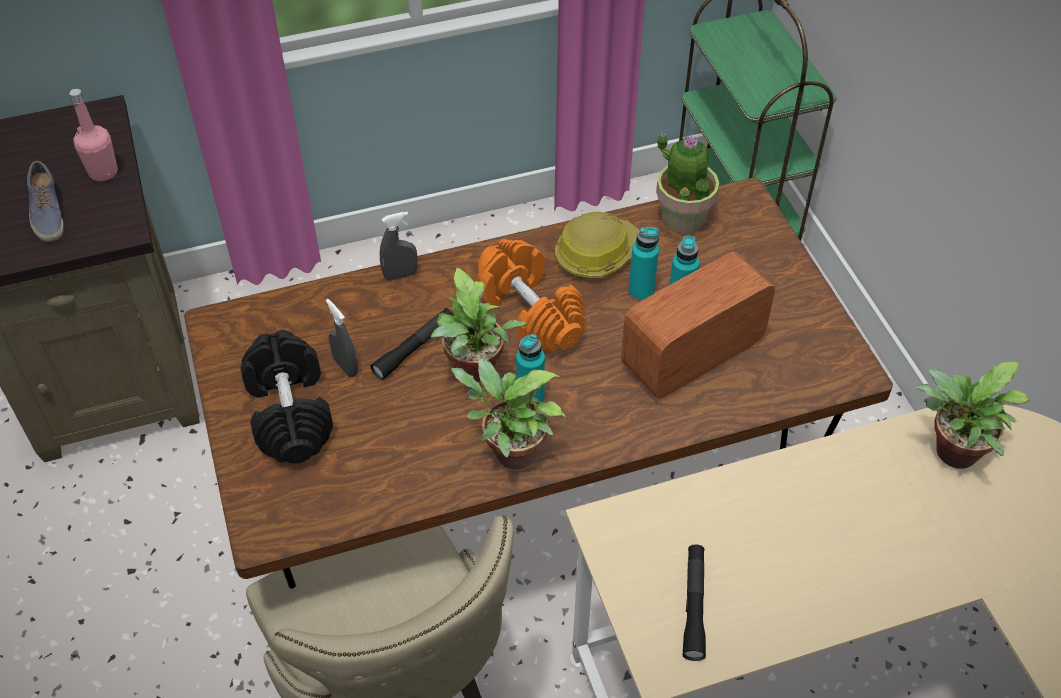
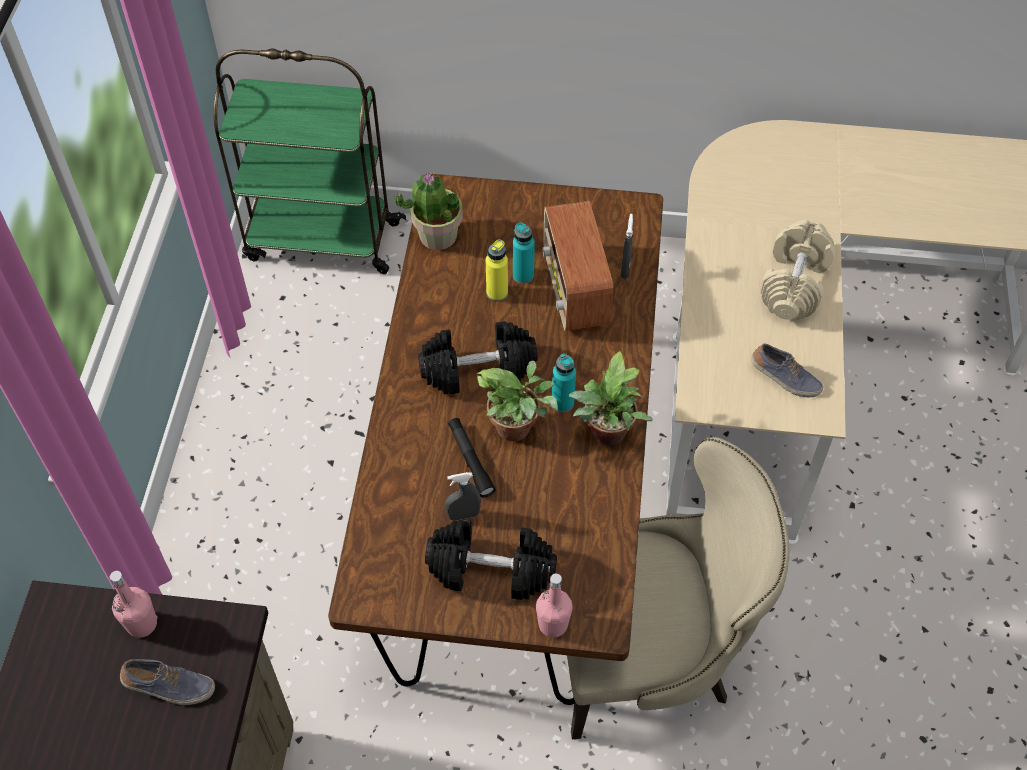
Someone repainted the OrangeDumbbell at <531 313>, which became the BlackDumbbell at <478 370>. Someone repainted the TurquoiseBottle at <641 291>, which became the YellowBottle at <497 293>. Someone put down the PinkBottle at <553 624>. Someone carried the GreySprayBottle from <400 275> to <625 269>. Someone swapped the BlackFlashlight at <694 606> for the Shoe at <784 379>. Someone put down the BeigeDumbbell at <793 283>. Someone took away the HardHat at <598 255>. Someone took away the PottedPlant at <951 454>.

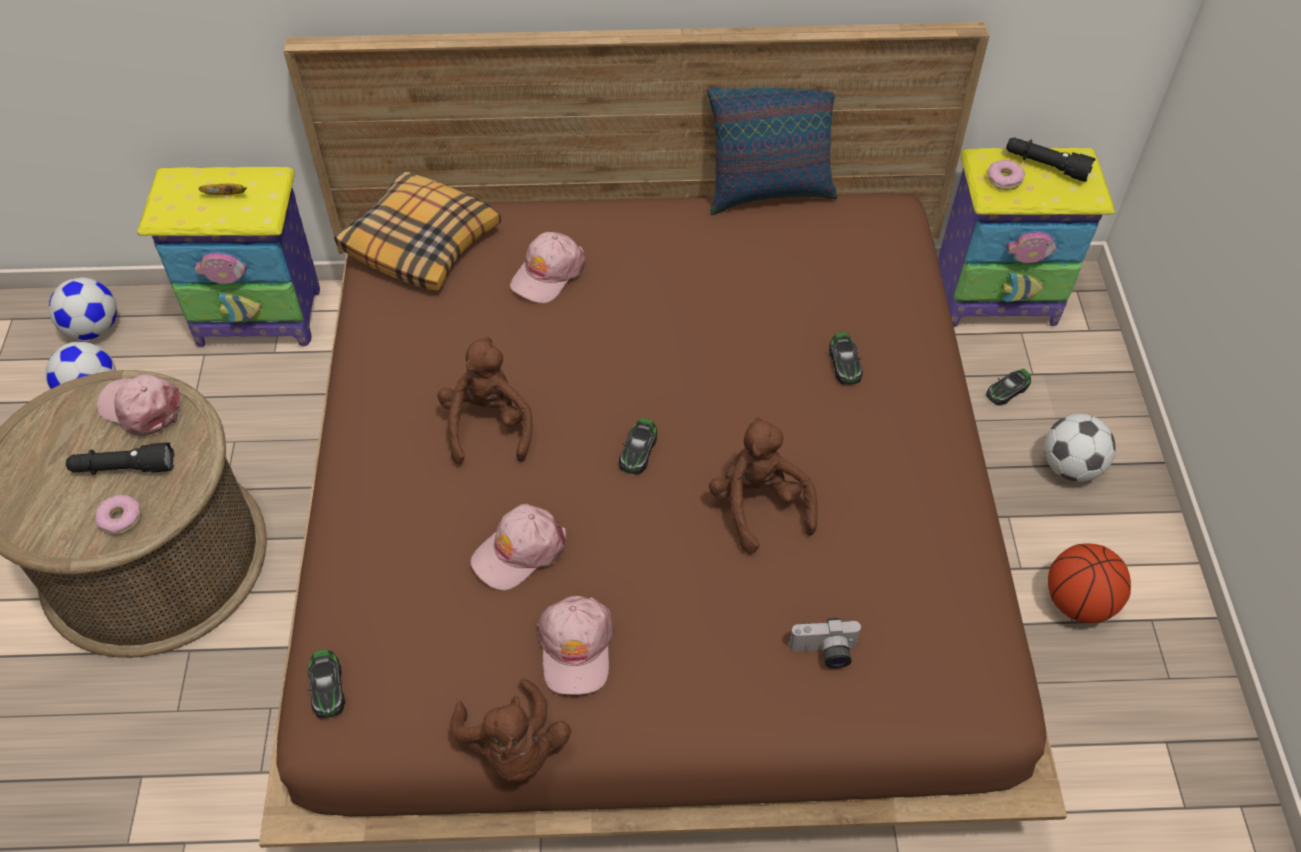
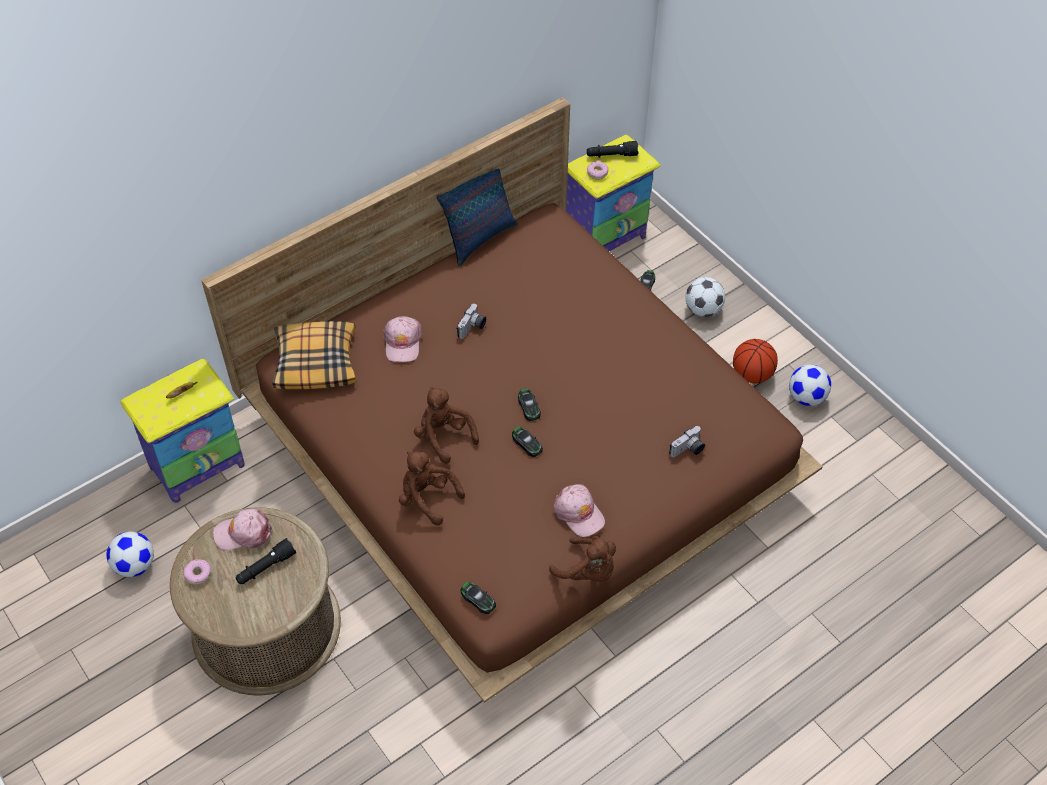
Someone carried the Donut from <120 518> to <198 574>. Someone carried the BrownPlushToy from <759 506> to <427 498>. Someone put down the PhotoCamera at <472 328>. Someone carried the ToyCar from <844 363> to <527 443>. Someone carried the Football from <94 329> to <806 397>. Someone took away the PinkCap at <519 551>.

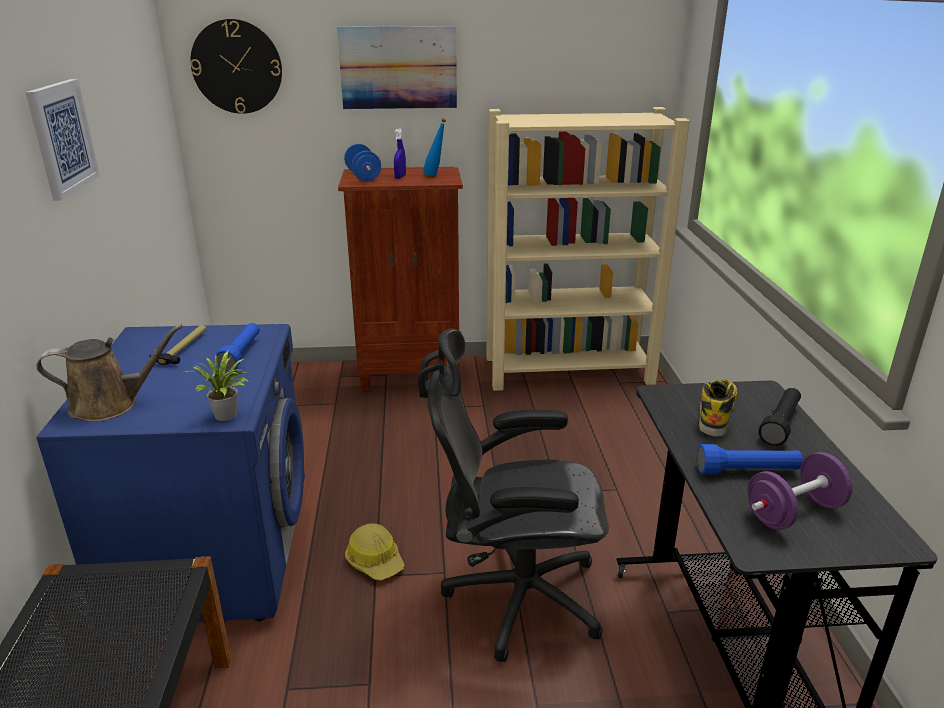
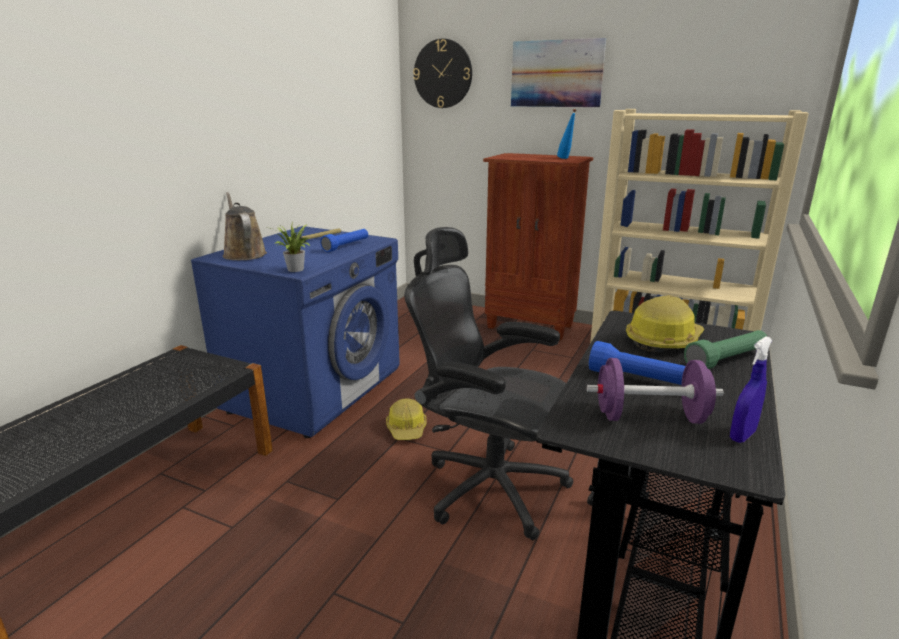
Someone rotated the BrownWateringCan at <111 405> by 135 degrees counterclockwise. Someone swapped the Boot at <715 415> for the HardHat at <663 340>. Someone repainted the BlackFlashlight at <780 424>, which became the GreenFlashlight at <726 360>. Someone carried the BlueSprayBottle from <400 177> to <742 436>. Someone took away the Picture at <62 138>. Someone took away the BlueDumbbell at <363 176>.

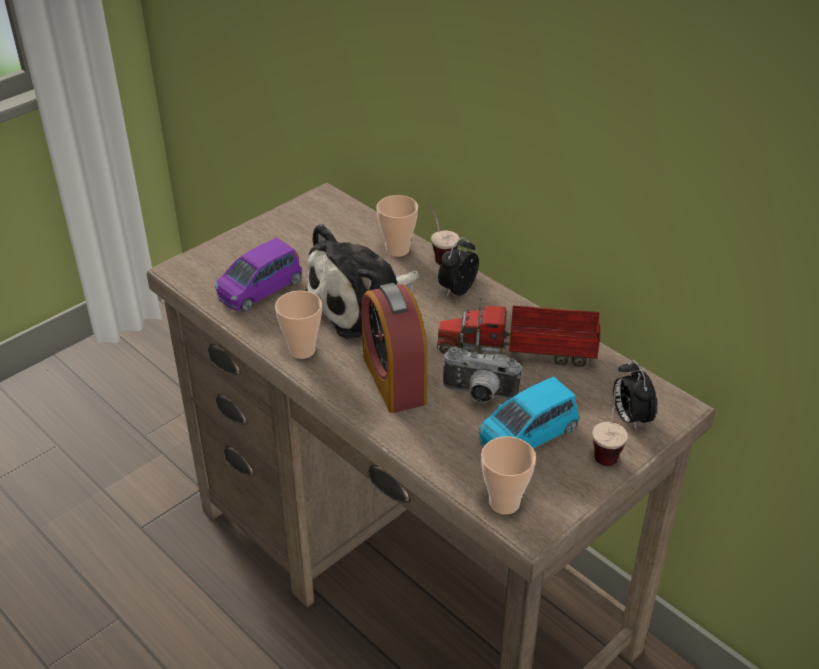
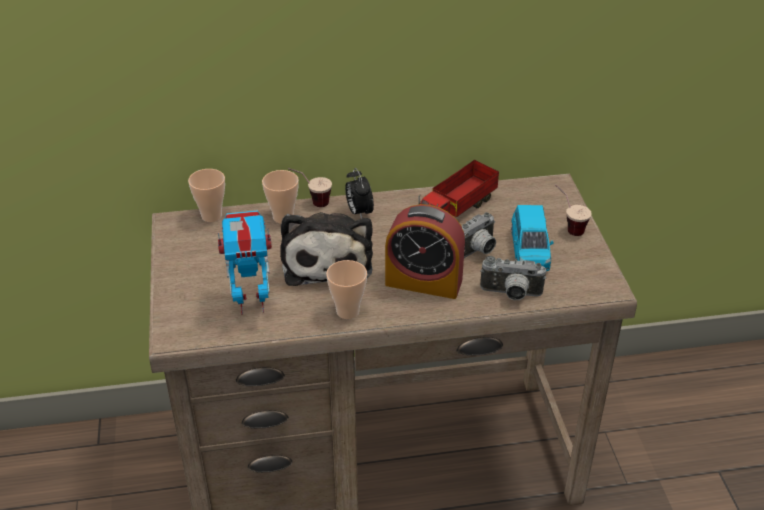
Someone carried the Cup from <504 503> to <211 216>. Someone swapped the PurpleToyCar at <260 290> for the ToyRobot at <251 303>. Someone put down the PhotoCamera at <511 294>. Someone took away the AlarmClock at <630 418>.

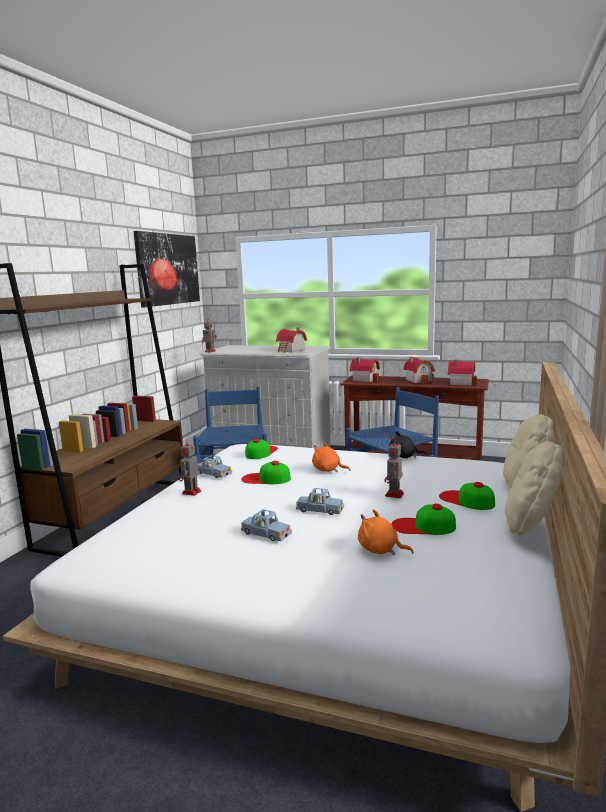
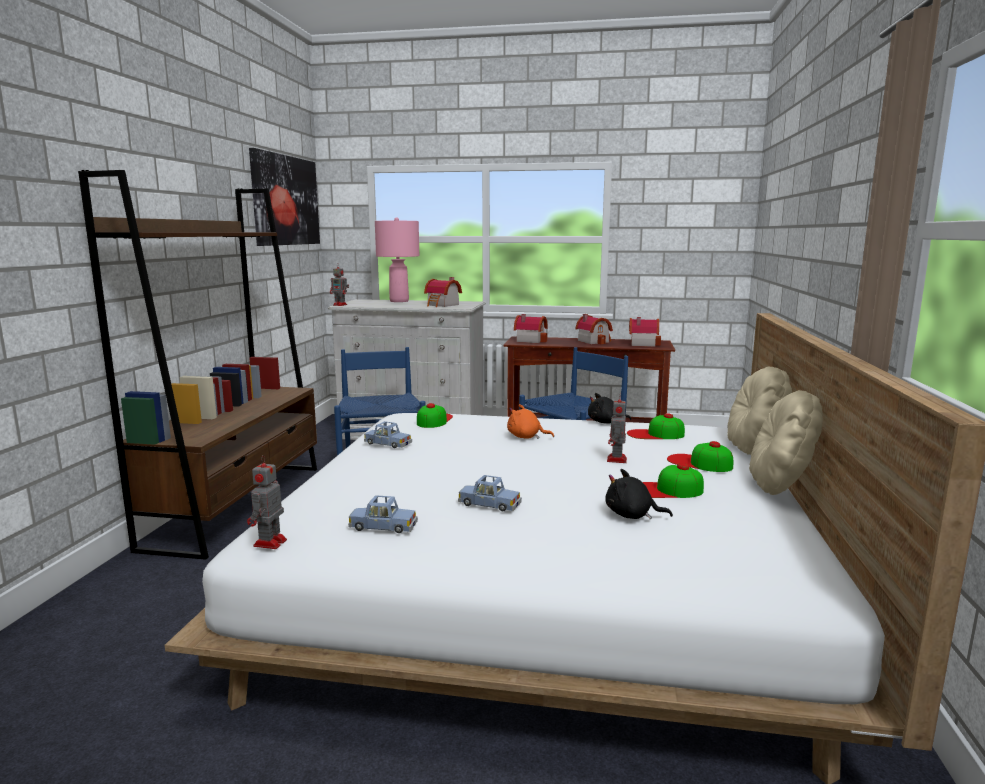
Someone carried the ToyRobot from <191 492> to <269 543>. Someone carried the BlueToyCar from <319 510> to <383 527>. Someone put down the PinkTableLamp at <399 301>. Someone repainted the OrangePlushToy at <380 550>, which became the BlackPlushToy at <632 515>. Someone carried the Cap from <266 479> to <655 434>.

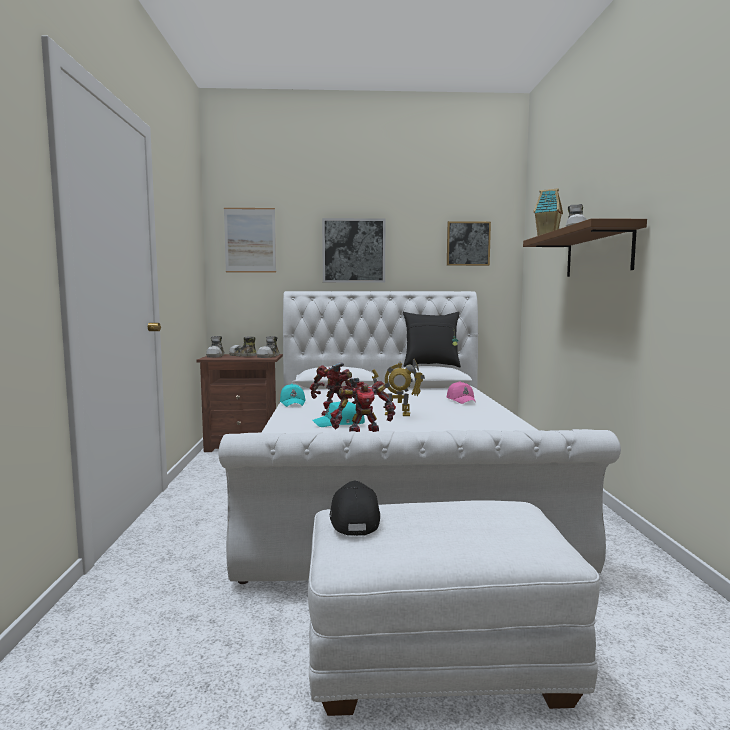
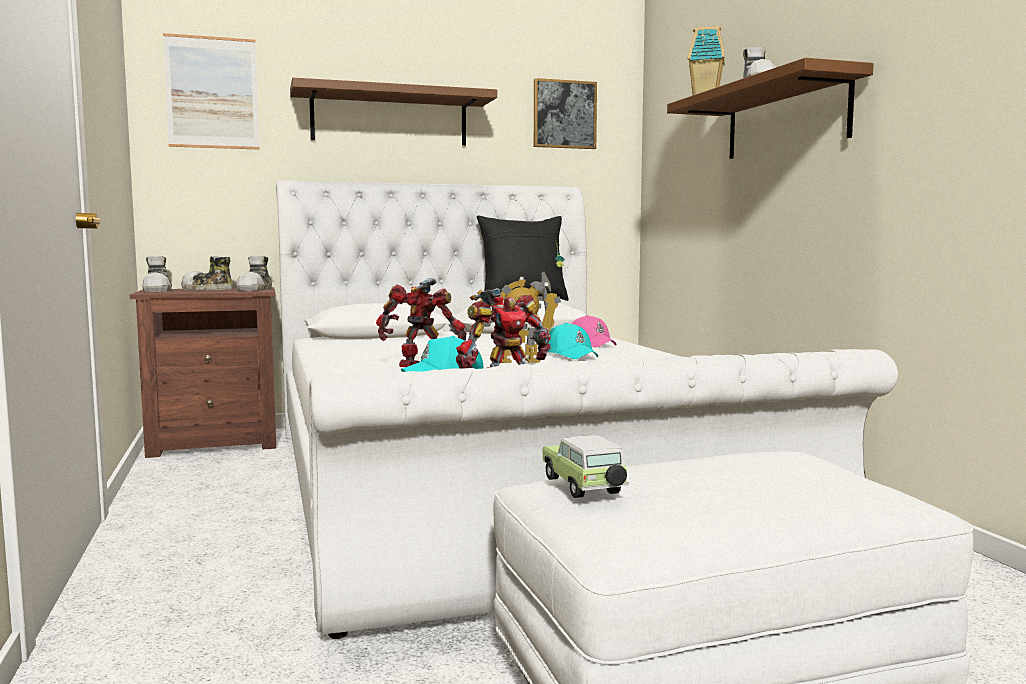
Someone swapped the Picture at <353 251> for the BrownShelf at <389 118>. Someone swapped the BlackCap at <354 519> for the ToyCar at <584 487>. Someone carried the TurquoiseCap from <293 403> to <570 354>.

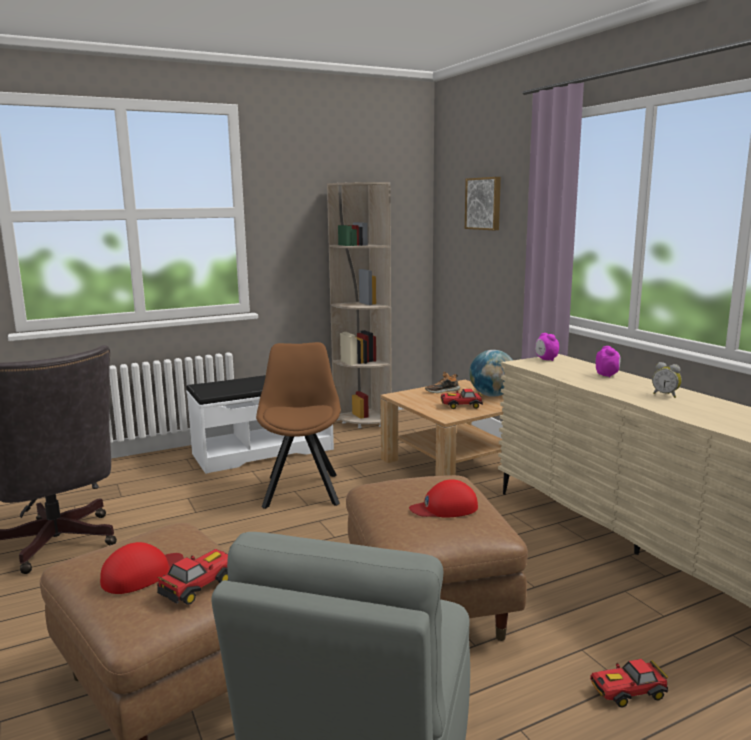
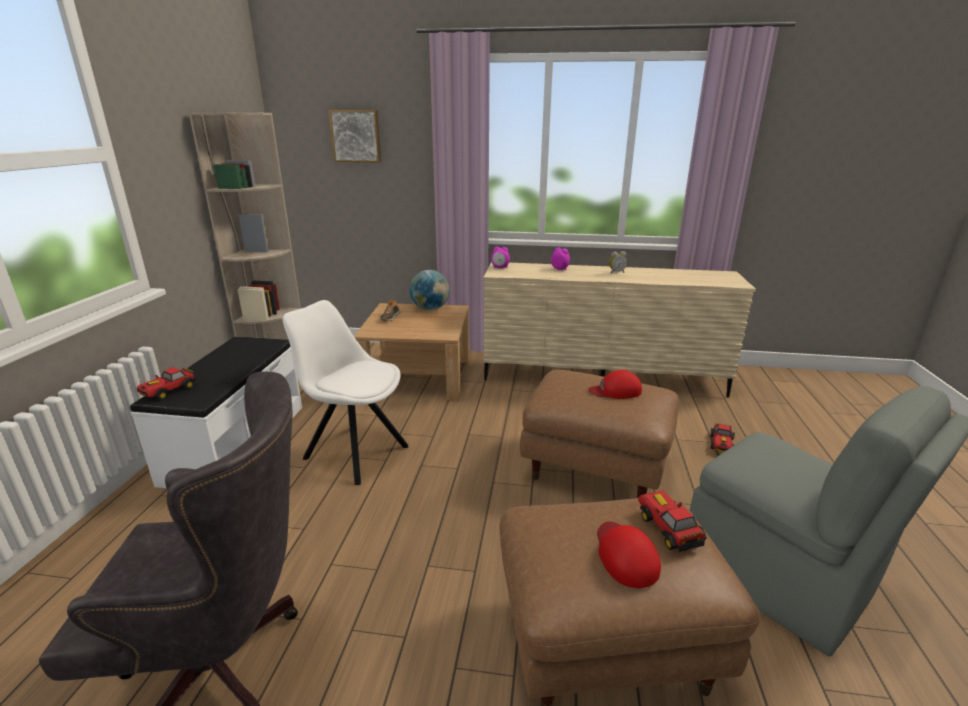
Someone carried the ToyCar from <461 406> to <168 391>. Someone repainted the BrownChair at <302 490>, which became the WhiteChair at <355 452>. Someone rotated the RedCap at <444 508> by 60 degrees clockwise.

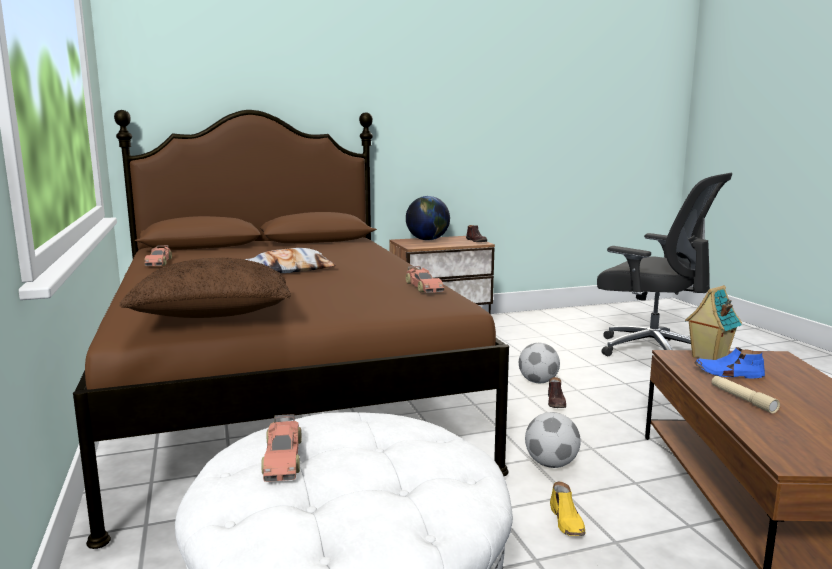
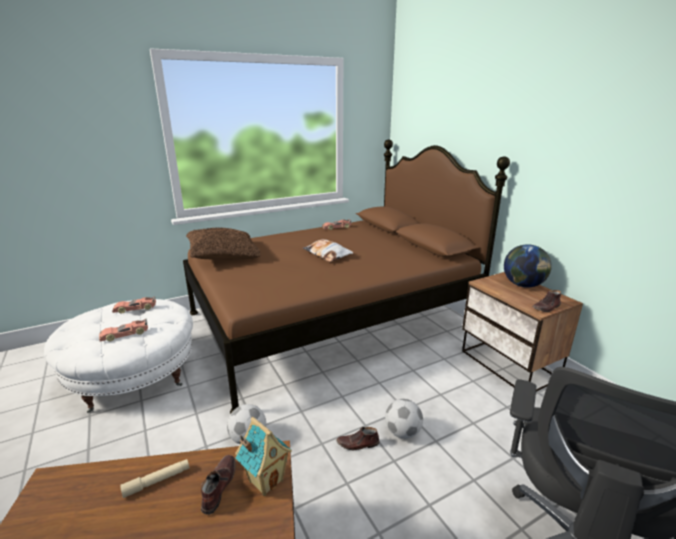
Someone carried the ToyCar from <423 287> to <125 334>. Someone repainted the BlueShoe at <728 374>, which became the BrownShoe at <218 486>. Someone took away the YellowShoe at <567 522>.

